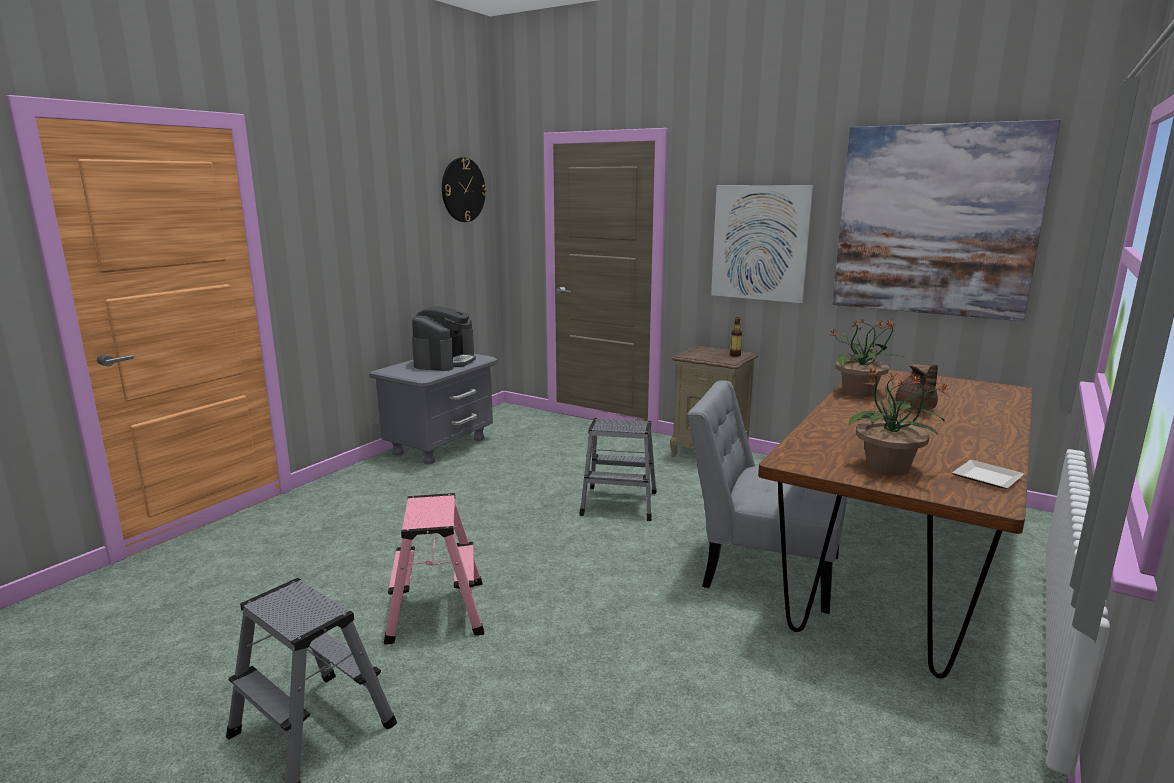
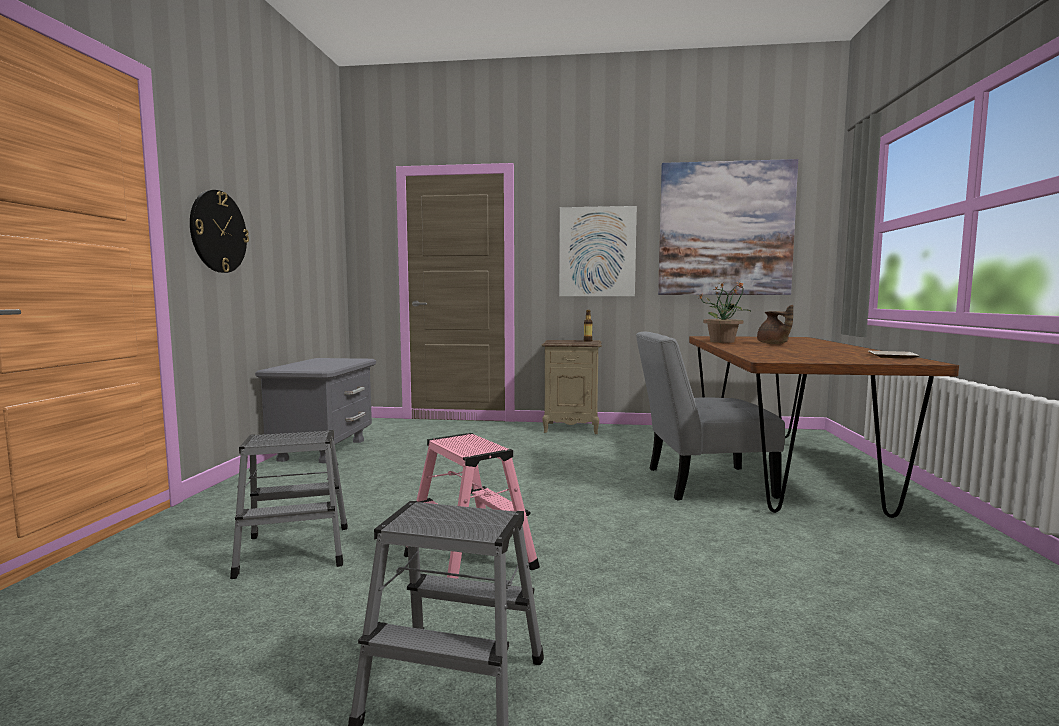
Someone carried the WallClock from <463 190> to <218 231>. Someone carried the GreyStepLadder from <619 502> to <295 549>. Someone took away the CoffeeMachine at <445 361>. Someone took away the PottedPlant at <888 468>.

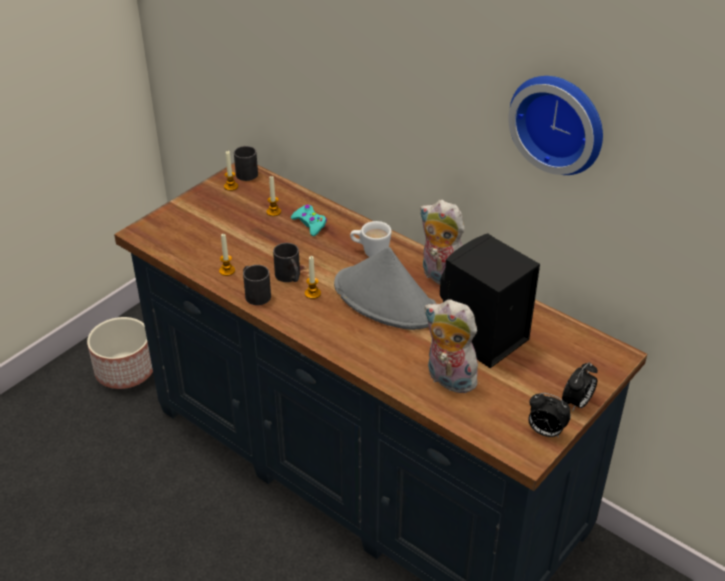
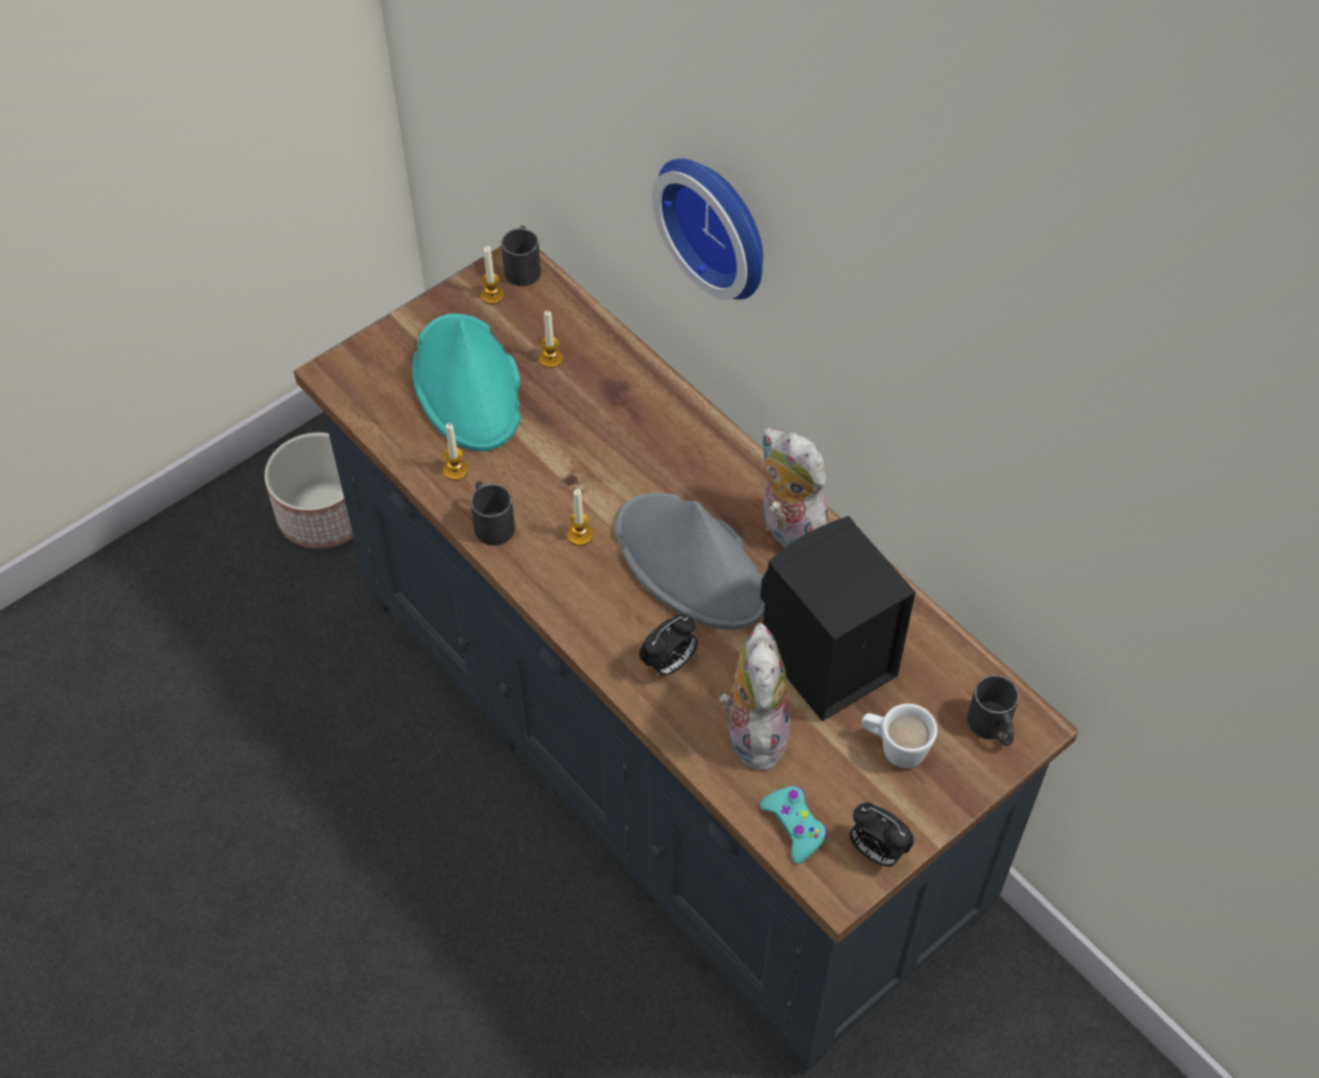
Someone put down the TurquoiseHat at <468 385>. Someone carried the AlarmClock from <577 403> to <669 664>. Someone carried the WallClock from <560 122> to <719 223>. Someone rotated the PlushToy at <448 379> by 45 degrees clockwise. Someone carried the TurquoiseGameController from <310 224> to <794 826>. Someone carried the WhiteMug from <370 252> to <894 748>. Someone carried the BlackMug from <290 277> to <993 728>.

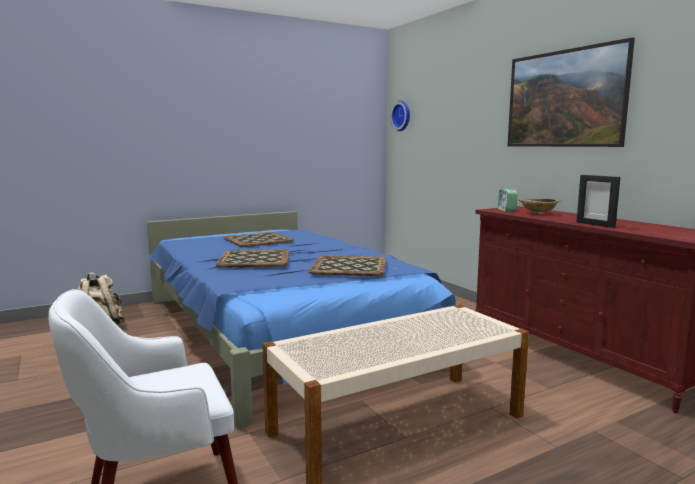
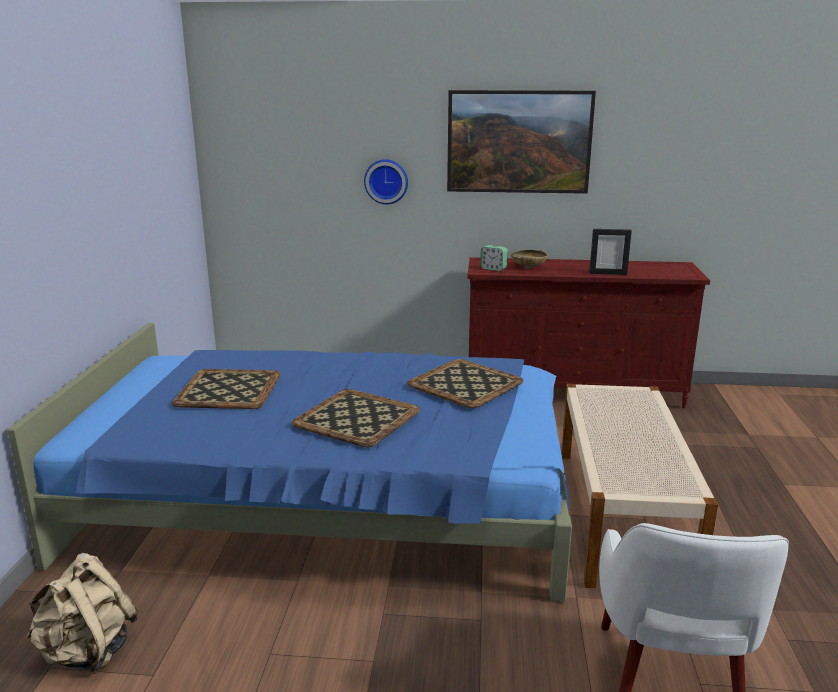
Someone carried the WallClock from <402 116> to <386 181>.

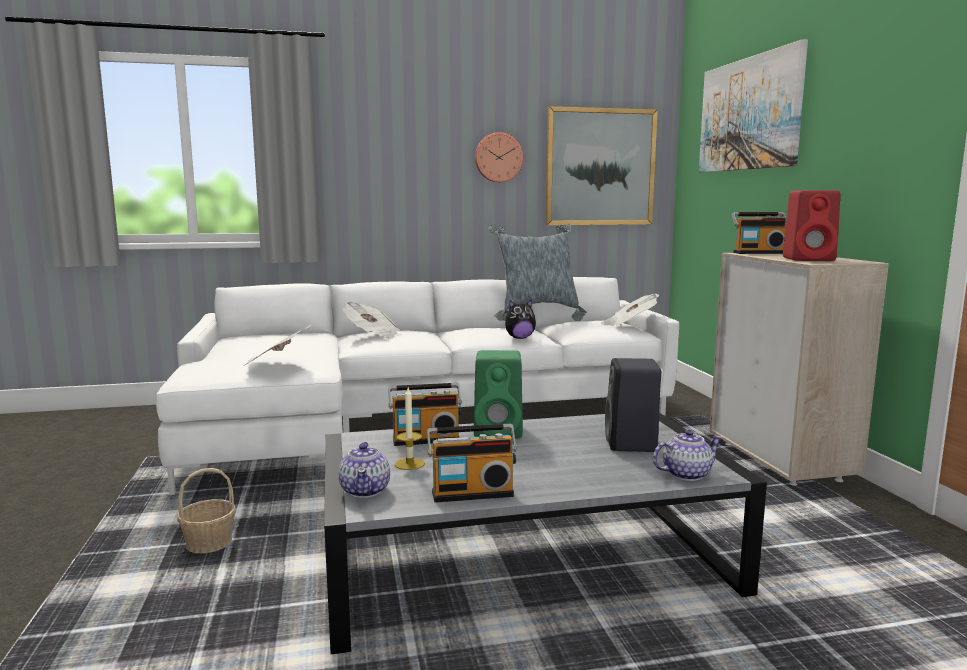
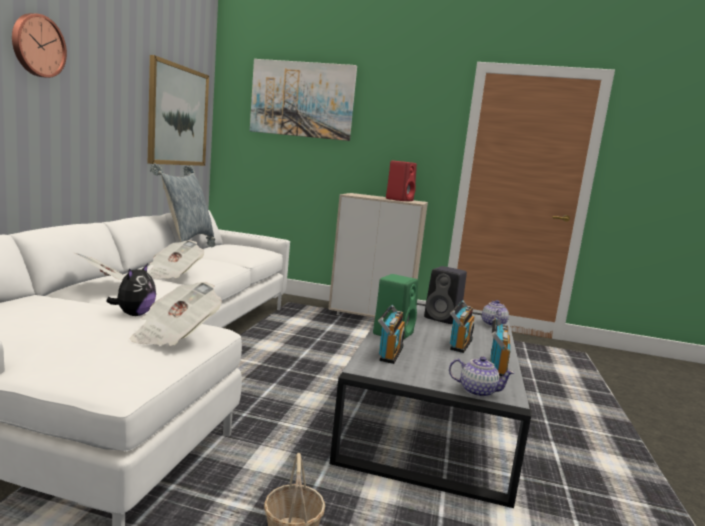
Someone carried the WallClock from <498 157> to <37 46>. Someone carried the PlushToy from <519 338> to <134 314>. Someone carried the Newspaper from <629 325> to <173 274>. Someone carried the Radio from <758 253> to <459 343>. Someone took away the Candle at <409 464>.

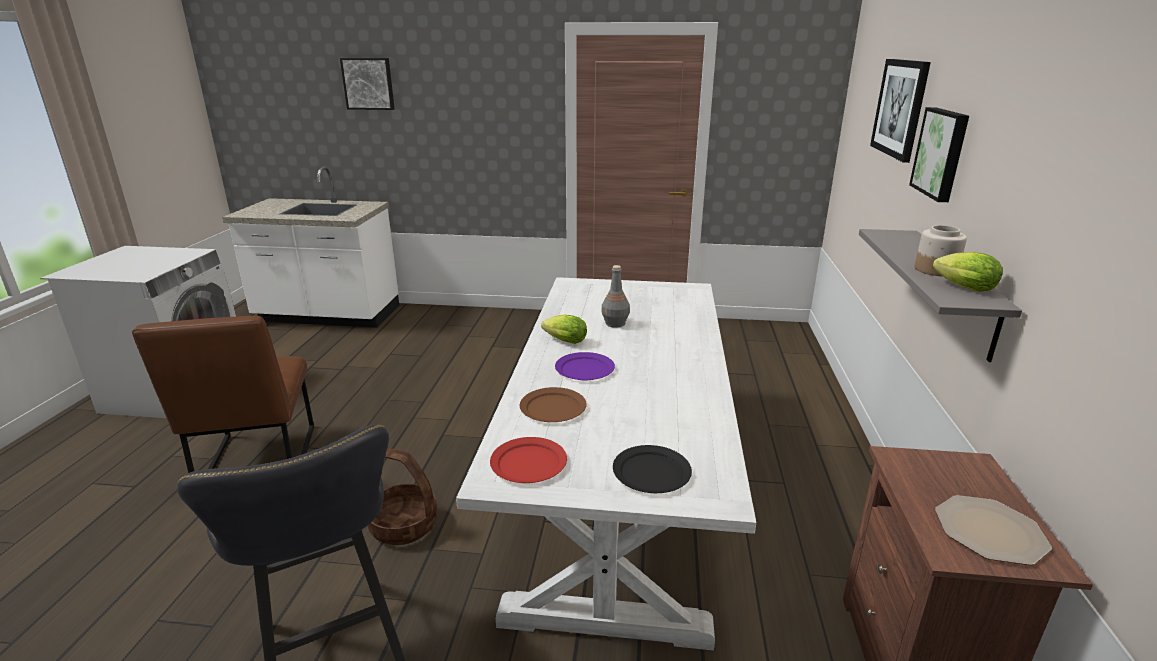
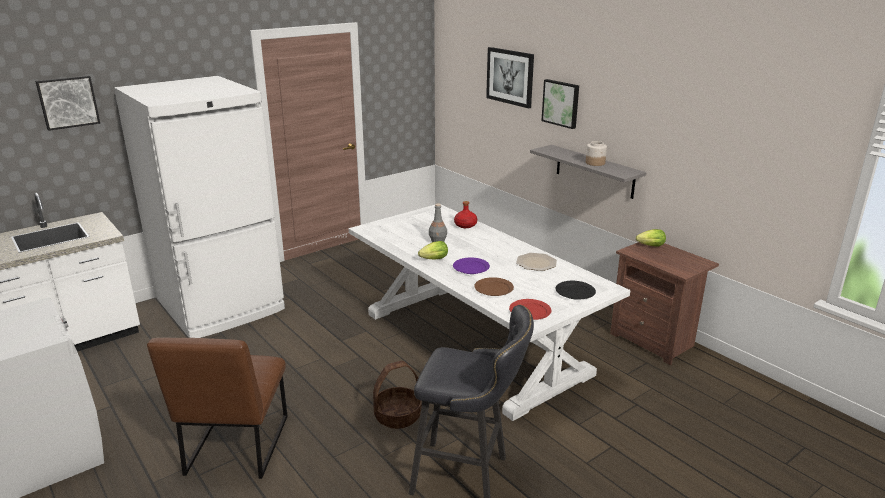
Someone put down the WhiteFridge at <220 304>. Someone rotated the BrownChair at <257 463> by 60 degrees clockwise. Someone put down the RedBottle at <465 225>. Someone carried the Plate from <991 531> to <536 263>. Someone carried the Lettuce from <961 287> to <649 246>.

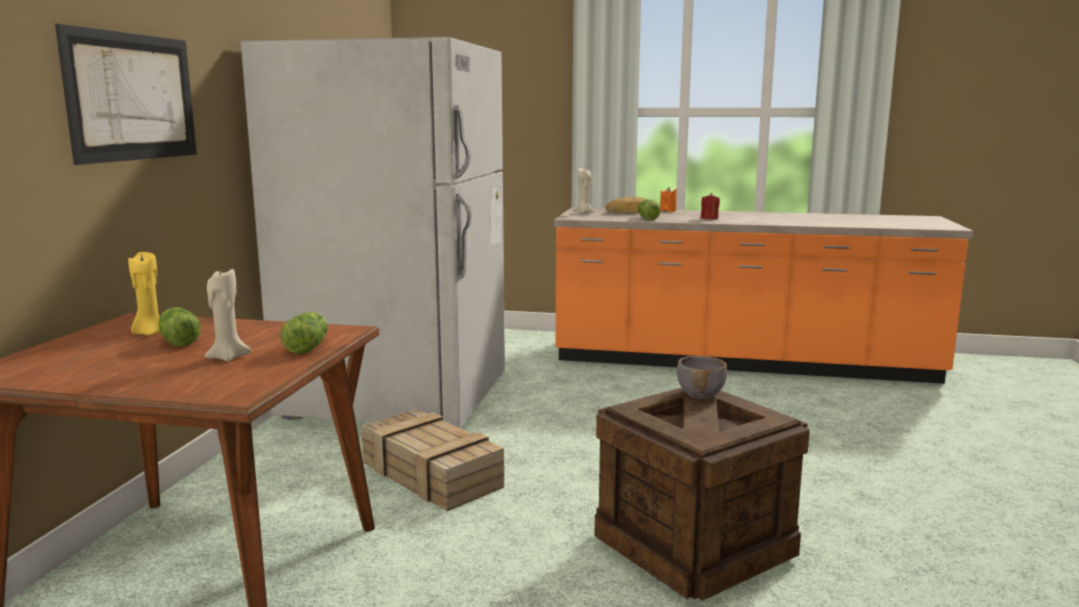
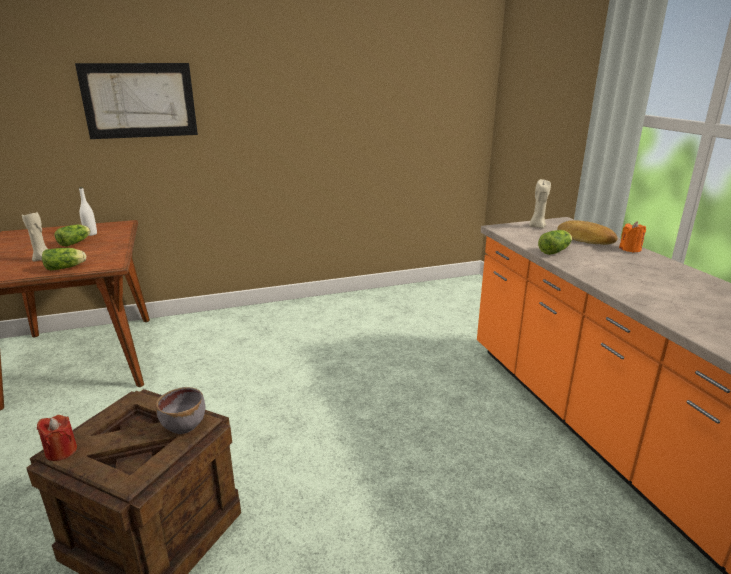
Someone carried the RedCandle from <709 218> to <61 451>. Someone swapped the YellowCandle at <149 333> for the WhiteBottle at <91 234>. Someone took away the WhiteFridge at <398 395>. Someone took away the Crate at <429 474>.

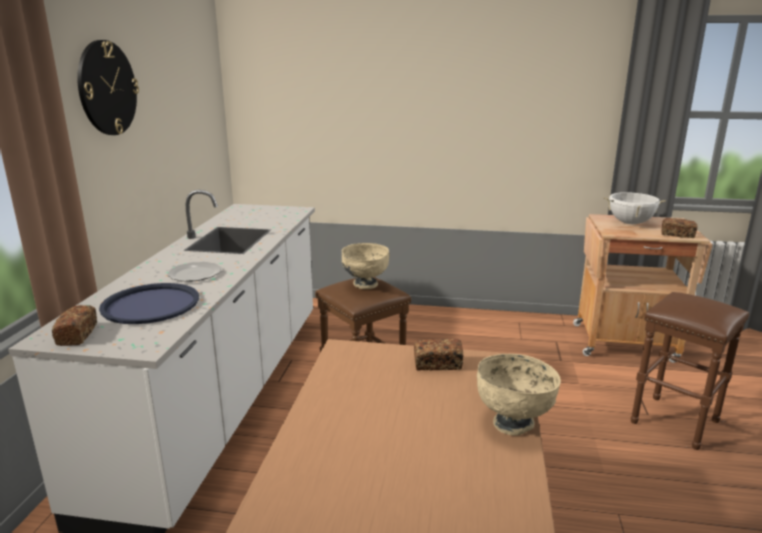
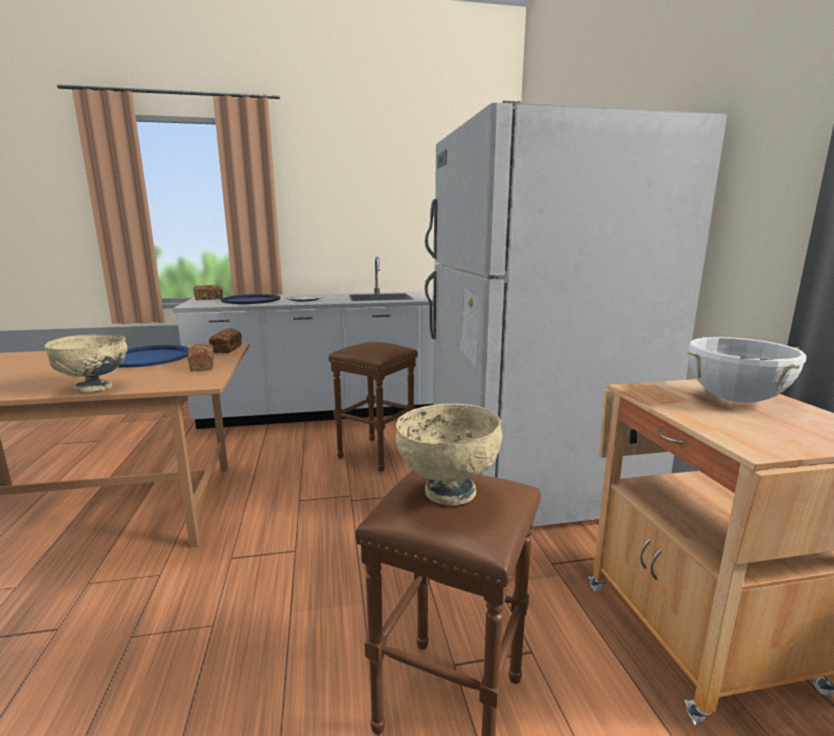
Someone put down the BlueTray at <147 357>. Someone carried the Bread from <677 235> to <227 349>. Someone carried the BeigeBowl from <365 285> to <448 491>. Someone put down the WhiteFridge at <534 481>. Someone took away the WallClock at <107 88>.

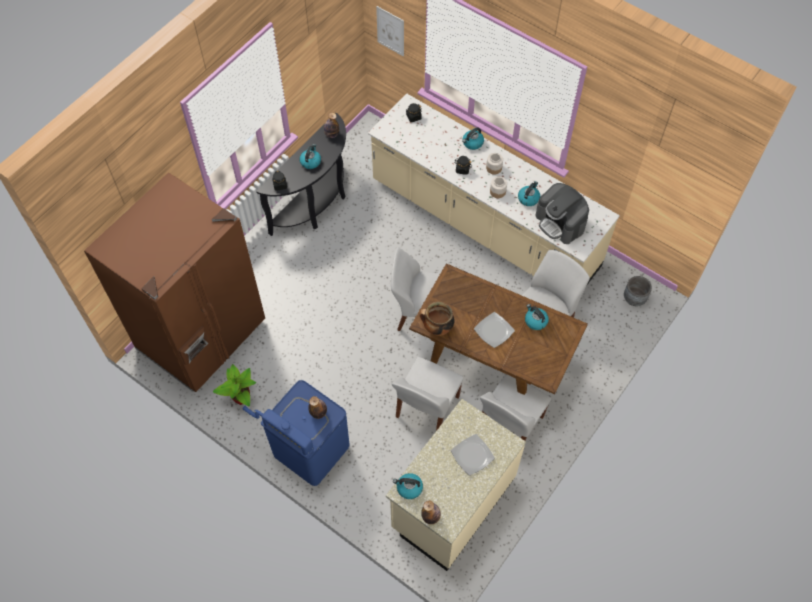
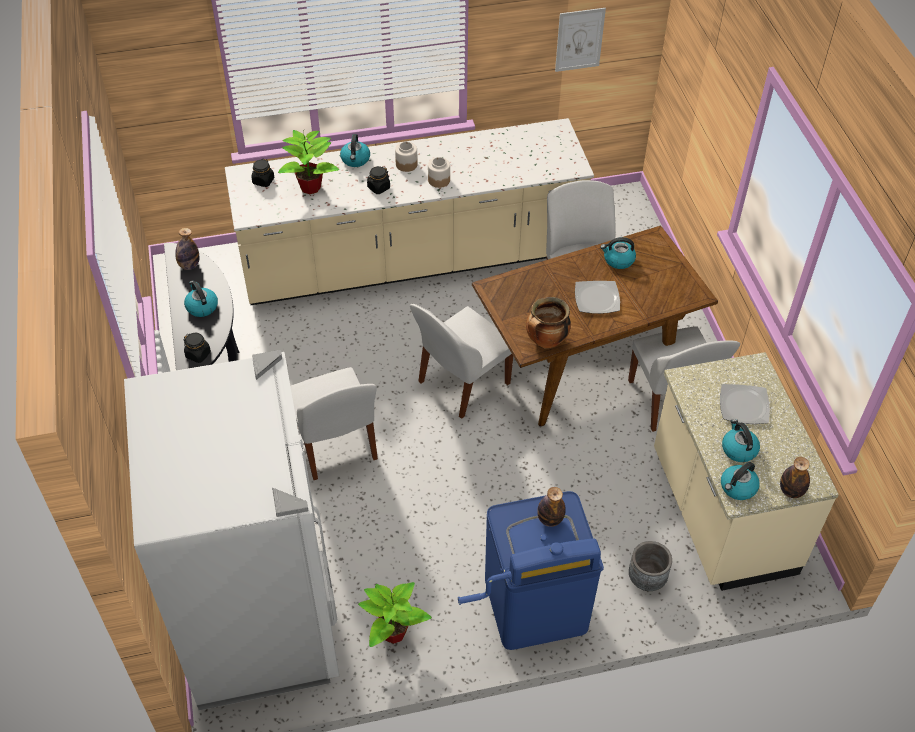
Someone repainted the BrownFridge at <202 335>, which became the WhiteFridge at <261 617>. Someone put down the PottedPlant at <311 187>. Someone carried the WhiteChair from <426 408> to <335 446>. Someone carried the Picture from <390 31> to <579 39>. Someone carried the GreyPlanter from <634 299> to <647 579>. Someone carried the Kettle from <528 198> to <738 449>. Someone took away the CoffeeMachine at <560 222>.

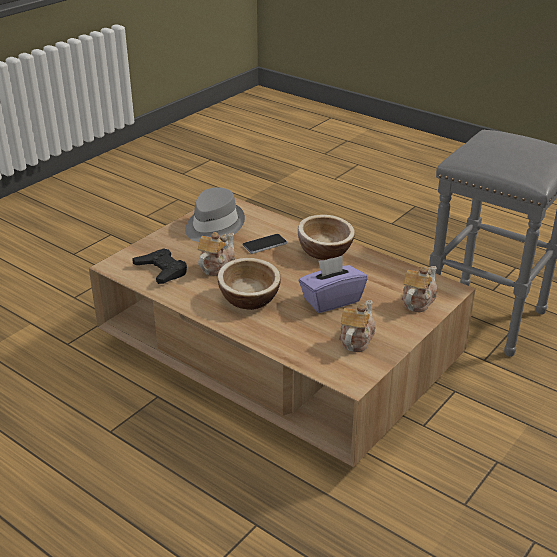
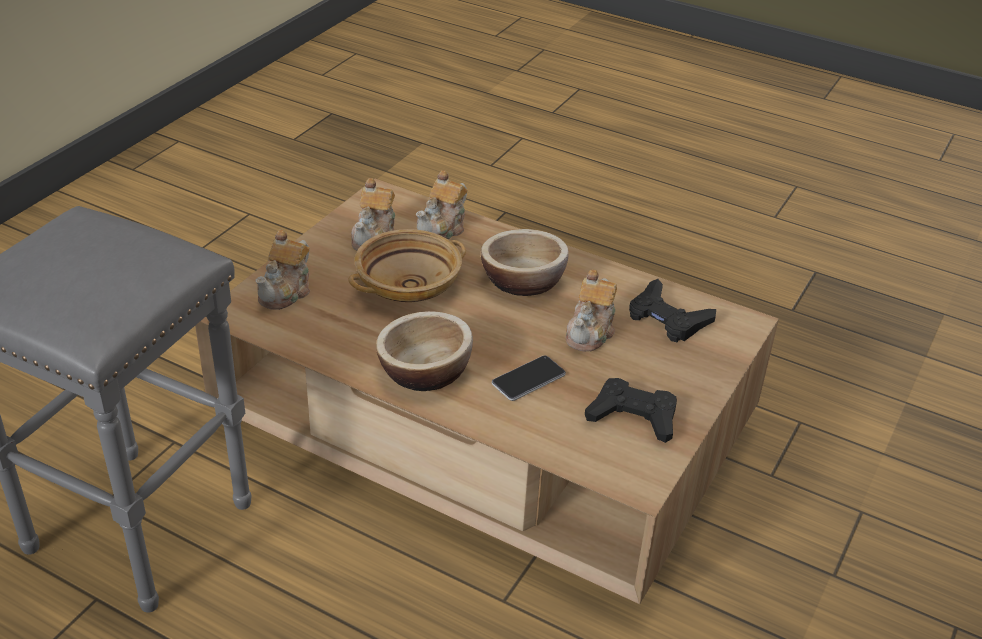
Someone swapped the PurpleTissueBox at <331 300> for the BeigeBowl at <409 286>. Someone put down the Teapot at <442 229>. Someone swapped the GreyHat at <213 226> for the BlackGameController at <633 416>.

